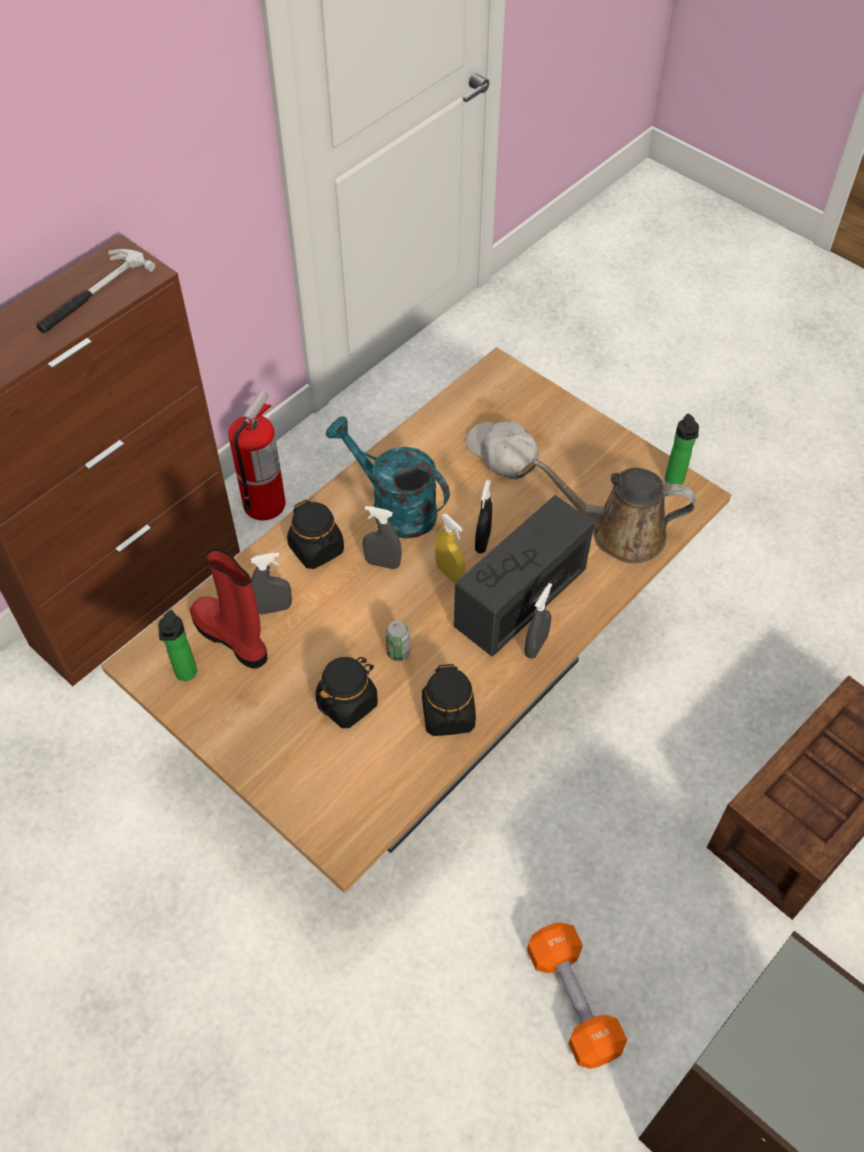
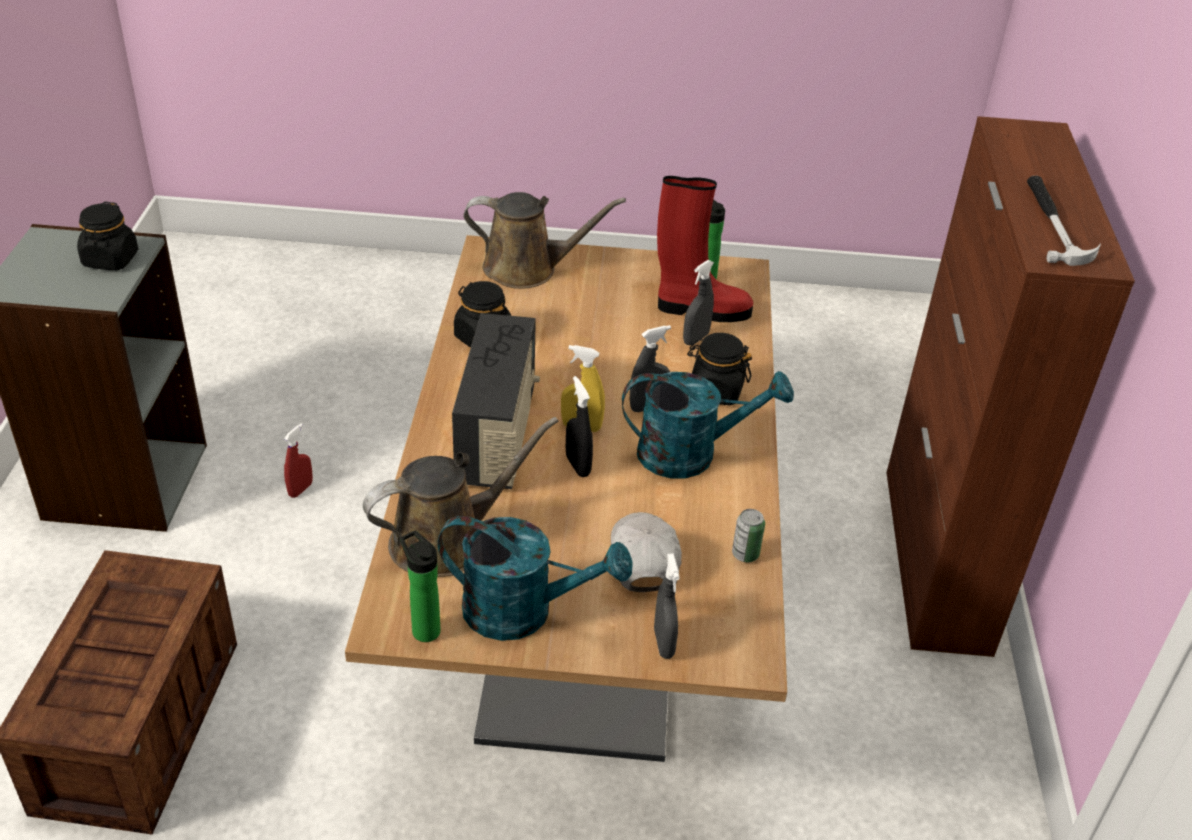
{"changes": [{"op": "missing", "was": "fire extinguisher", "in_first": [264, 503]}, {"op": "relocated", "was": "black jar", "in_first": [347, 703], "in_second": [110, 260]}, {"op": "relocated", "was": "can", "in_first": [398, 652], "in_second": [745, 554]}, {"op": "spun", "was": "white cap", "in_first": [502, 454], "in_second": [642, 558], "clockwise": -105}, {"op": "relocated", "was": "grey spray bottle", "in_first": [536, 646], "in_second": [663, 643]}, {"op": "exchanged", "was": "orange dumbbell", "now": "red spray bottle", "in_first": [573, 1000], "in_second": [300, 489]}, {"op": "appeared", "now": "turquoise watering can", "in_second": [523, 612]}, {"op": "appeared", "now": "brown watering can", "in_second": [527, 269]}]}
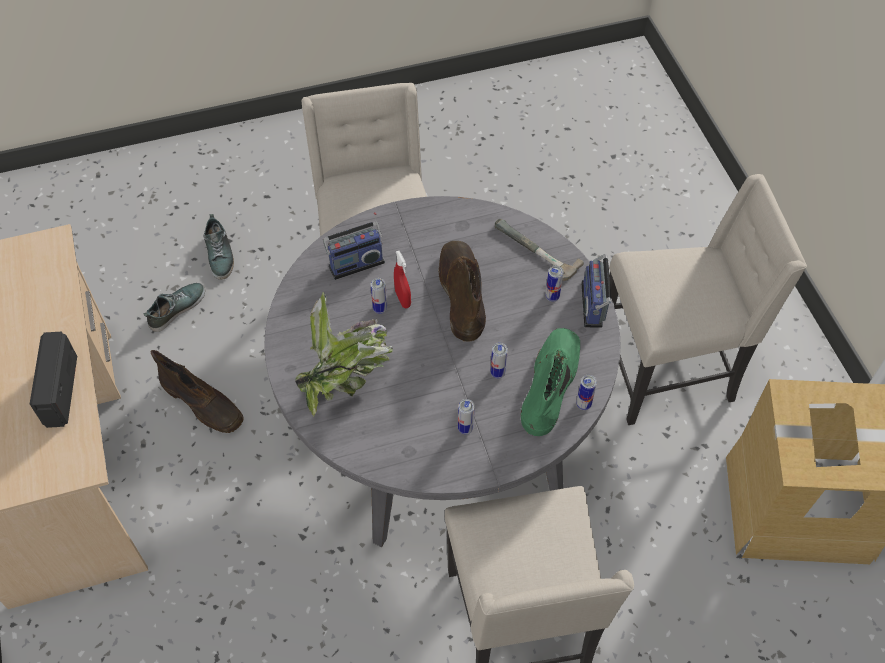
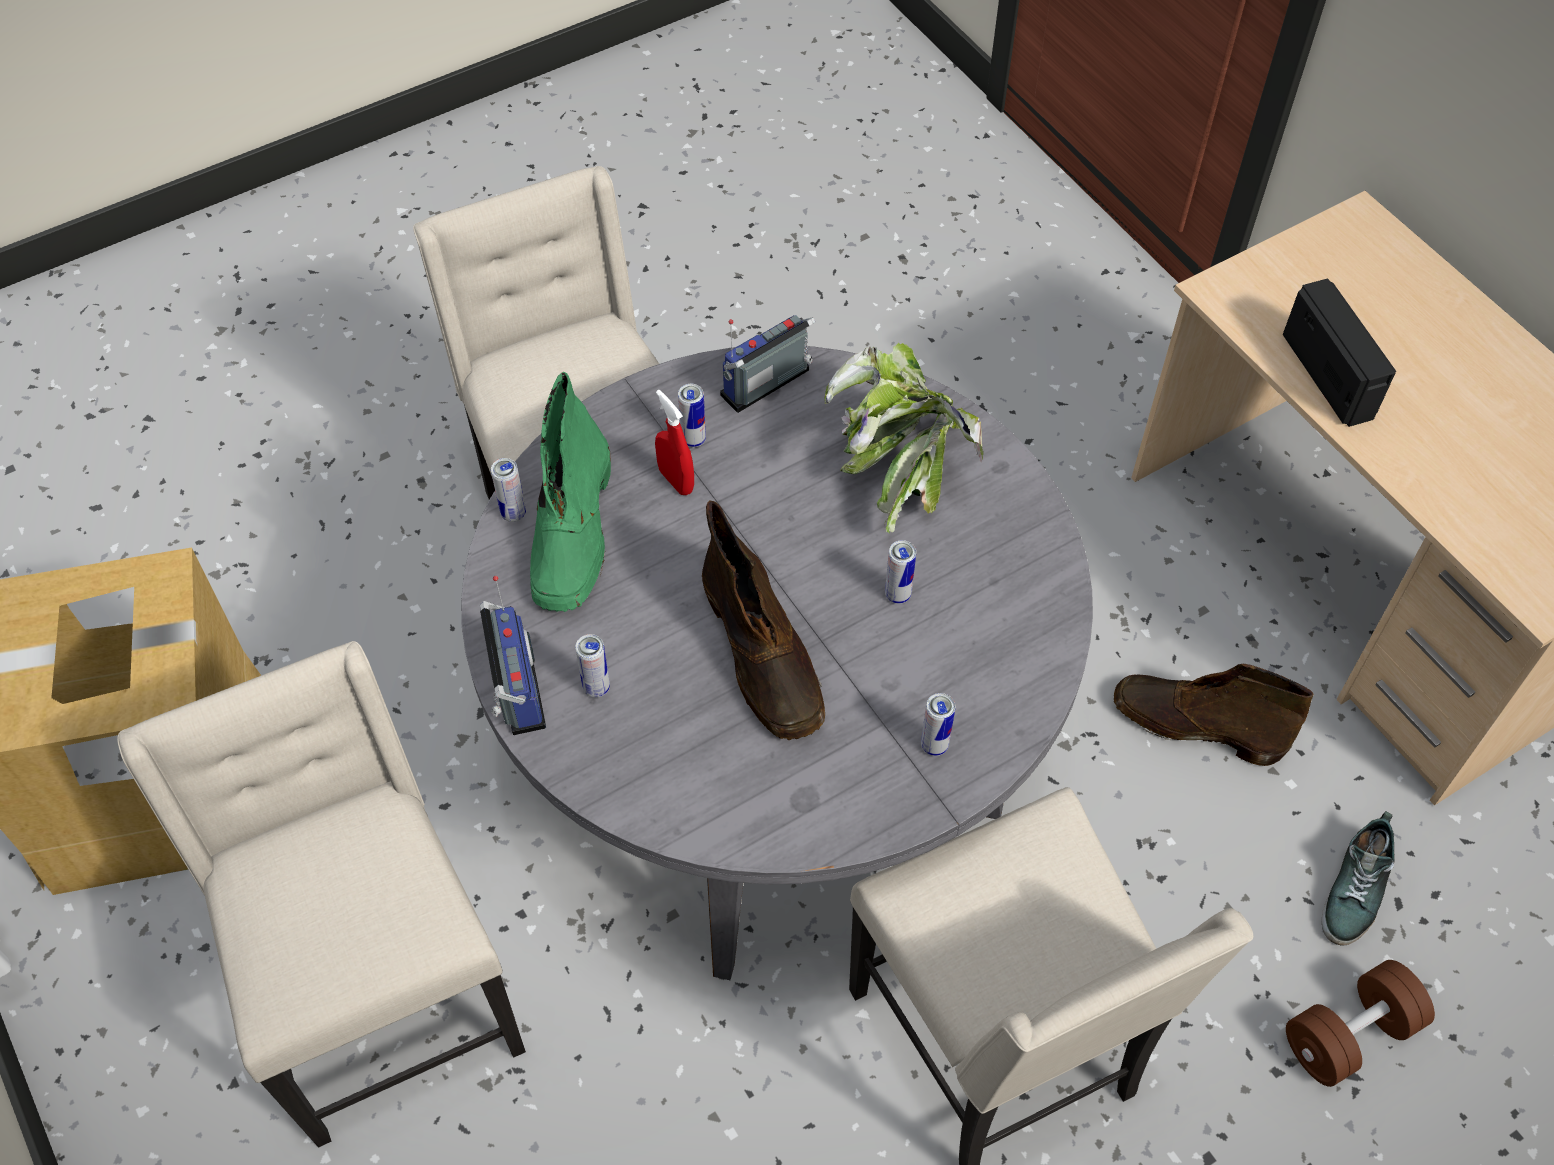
{"changes": [{"op": "exchanged", "was": "shoe", "now": "brown dumbbell", "in_first": [220, 255], "in_second": [1349, 1034]}, {"op": "relocated", "was": "radio", "in_first": [355, 263], "in_second": [768, 386]}, {"op": "relocated", "was": "red spray bottle", "in_first": [403, 299], "in_second": [676, 481]}, {"op": "relocated", "was": "can", "in_first": [497, 373], "in_second": [934, 745]}, {"op": "missing", "was": "hammer", "in_first": [531, 254]}, {"op": "spun", "was": "beige chair", "in_first": [668, 369], "in_second": [385, 997], "clockwise": 90}]}
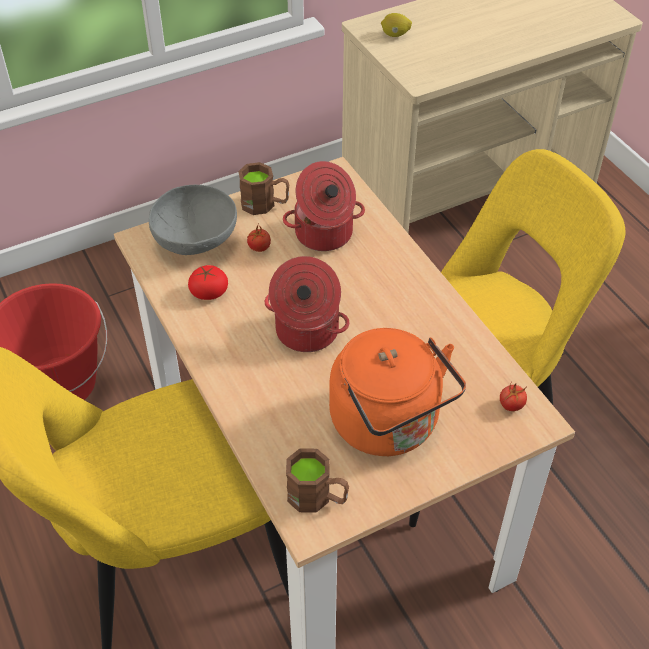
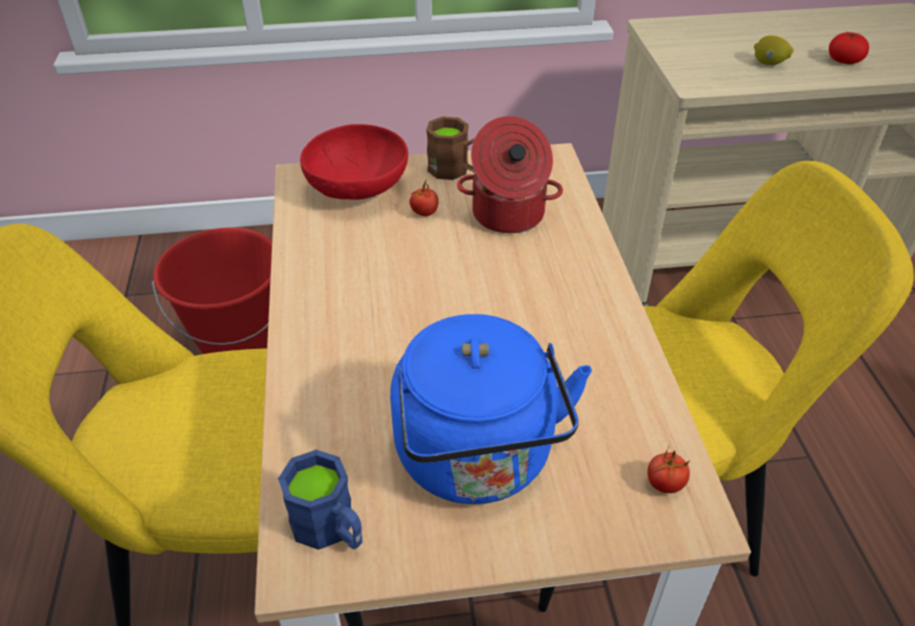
{"changes": [{"op": "colour", "was": "grey bowl", "now": "red bowl", "in_first": [196, 240], "in_second": [358, 190]}, {"op": "relocated", "was": "tomato", "in_first": [209, 292], "in_second": [844, 60]}, {"op": "missing", "was": "cooking pot", "in_first": [306, 332]}, {"op": "colour", "was": "brown mug", "now": "blue mug", "in_first": [317, 497], "in_second": [331, 529]}, {"op": "colour", "was": "orange kettle", "now": "blue kettle", "in_first": [389, 425], "in_second": [478, 461]}, {"op": "relocated", "was": "lemon", "in_first": [395, 35], "in_second": [768, 63]}]}
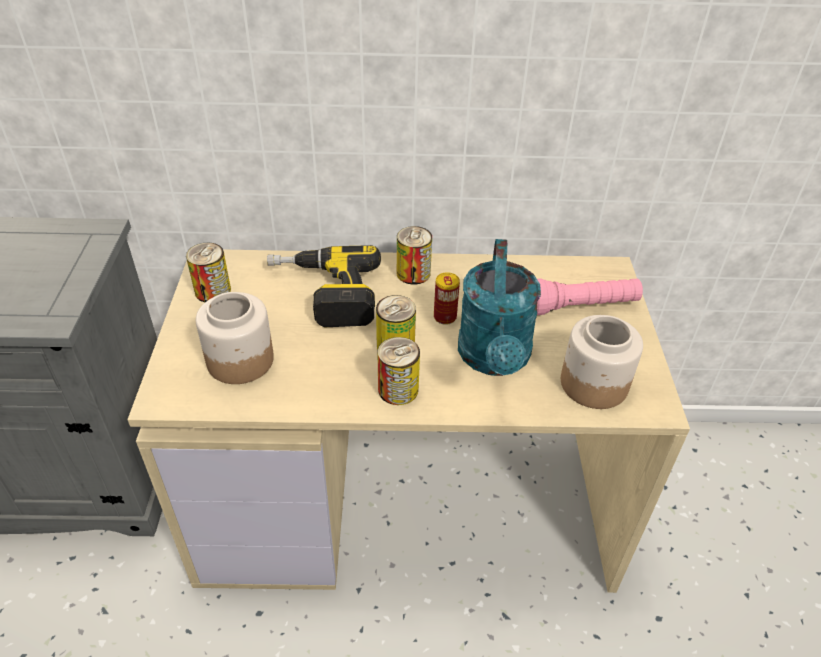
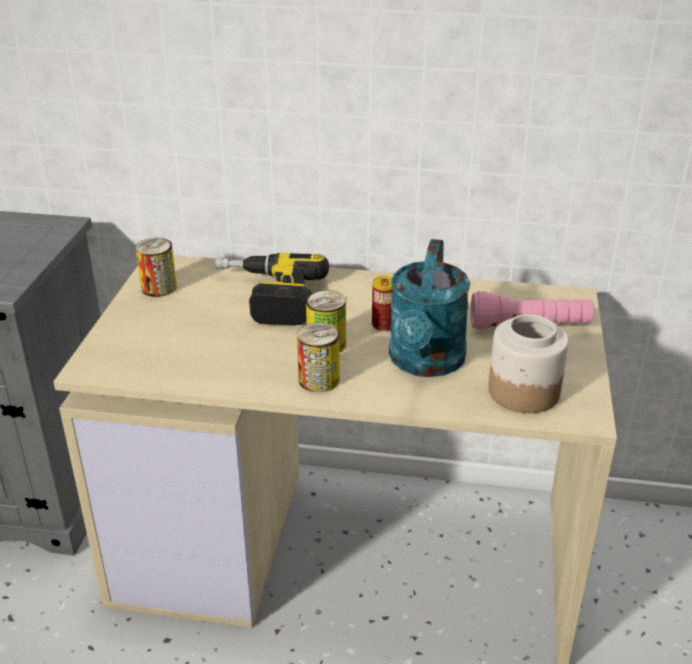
{"changes": [{"op": "missing", "was": "jar", "in_first": [239, 360]}, {"op": "missing", "was": "can", "in_first": [413, 273]}]}
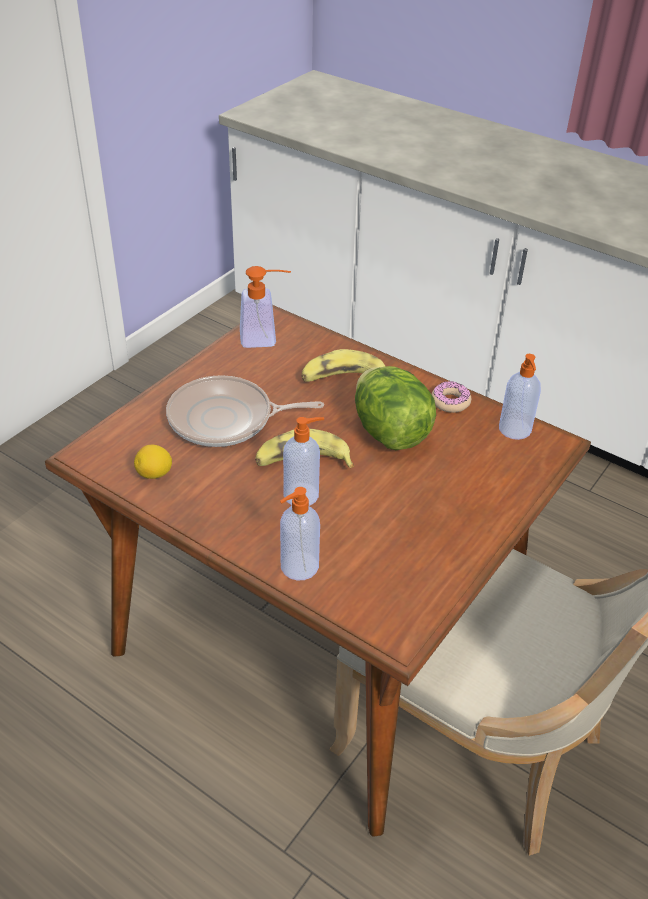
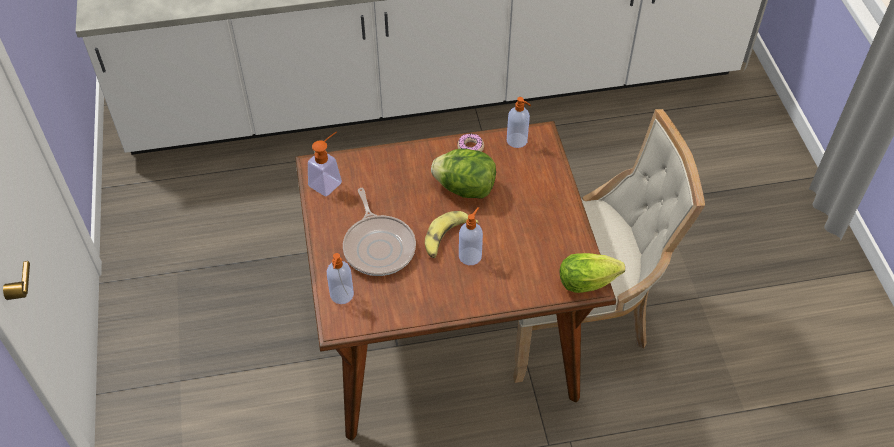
{"changes": [{"op": "missing", "was": "lemon", "in_first": [154, 474]}, {"op": "spun", "was": "frying pan", "in_first": [226, 419], "in_second": [379, 246], "clockwise": -60}, {"op": "relocated", "was": "soap dispenser", "in_first": [298, 567], "in_second": [341, 295]}, {"op": "missing", "was": "banana", "in_first": [343, 379]}, {"op": "appeared", "now": "lettuce", "in_second": [590, 282]}]}
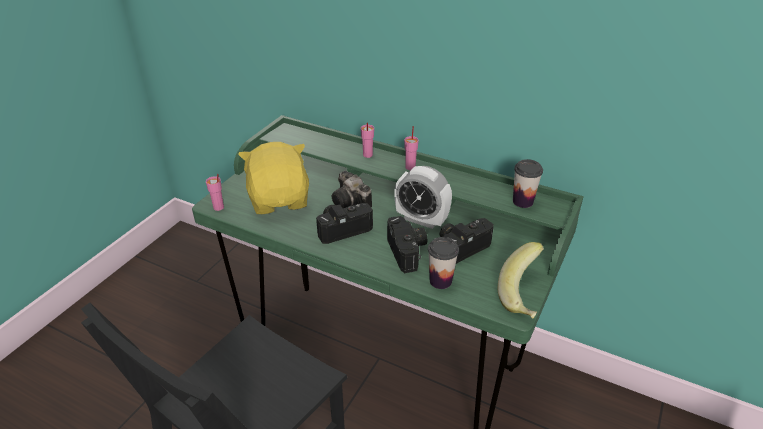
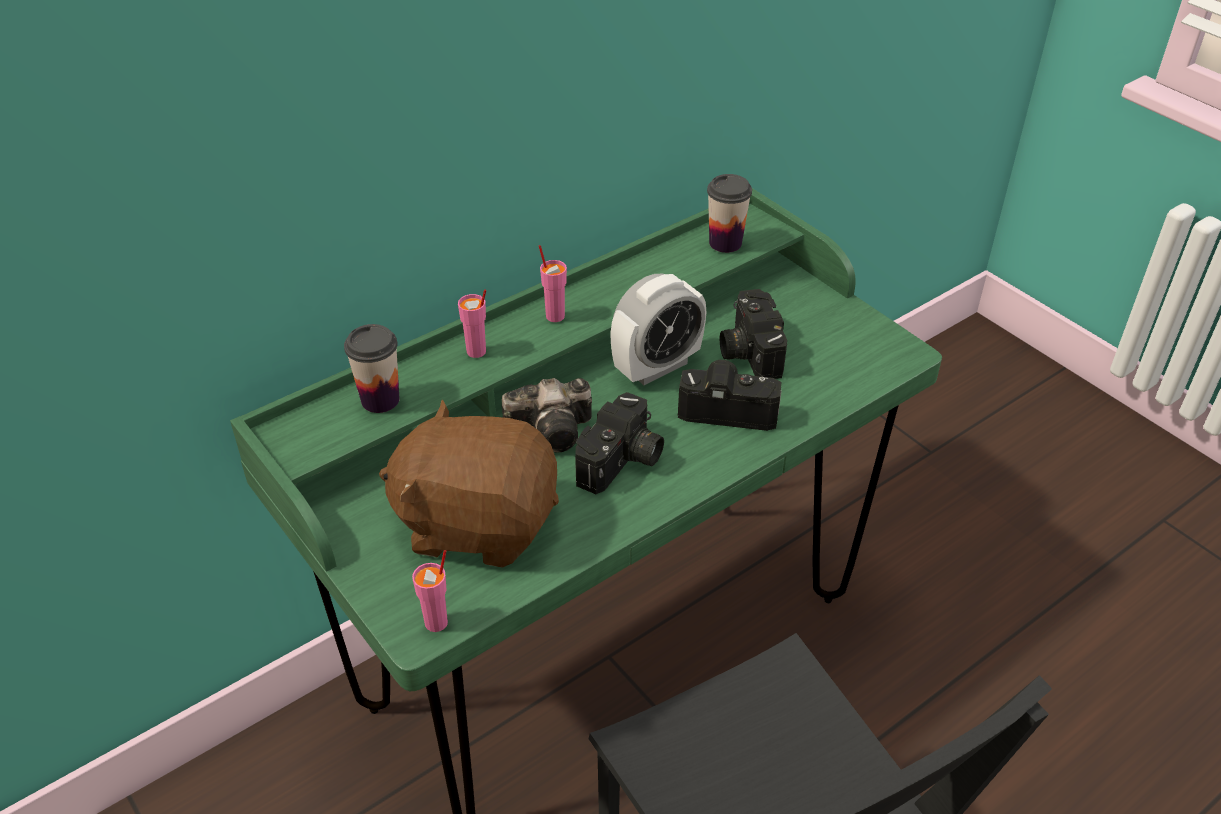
{"changes": [{"op": "colour", "was": "yellow plush toy", "now": "brown plush toy", "in_first": [280, 199], "in_second": [477, 522]}, {"op": "spun", "was": "photo camera", "in_first": [343, 228], "in_second": [622, 462], "clockwise": -150}, {"op": "relocated", "was": "cup", "in_first": [440, 281], "in_second": [380, 400]}, {"op": "missing", "was": "banana", "in_first": [525, 296]}]}
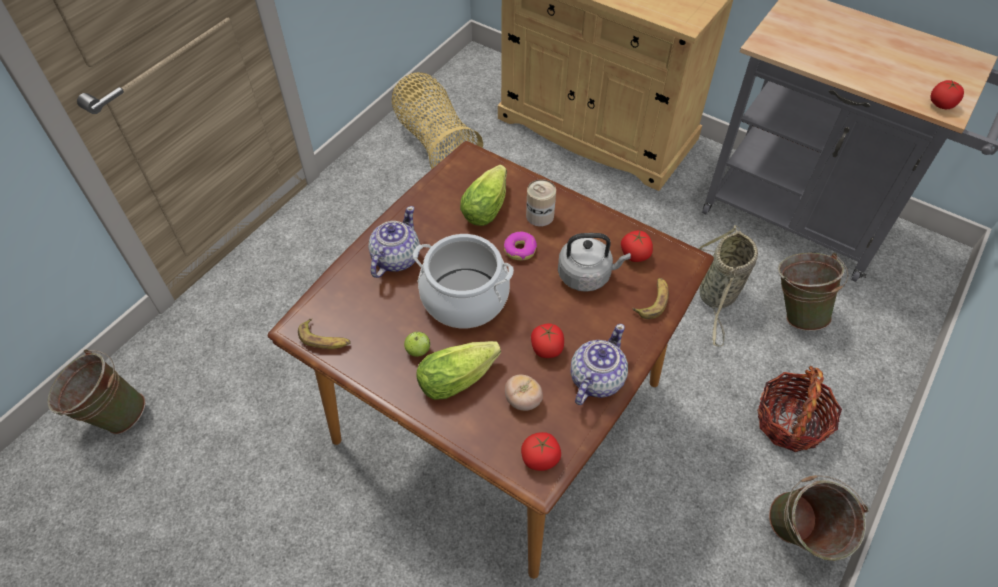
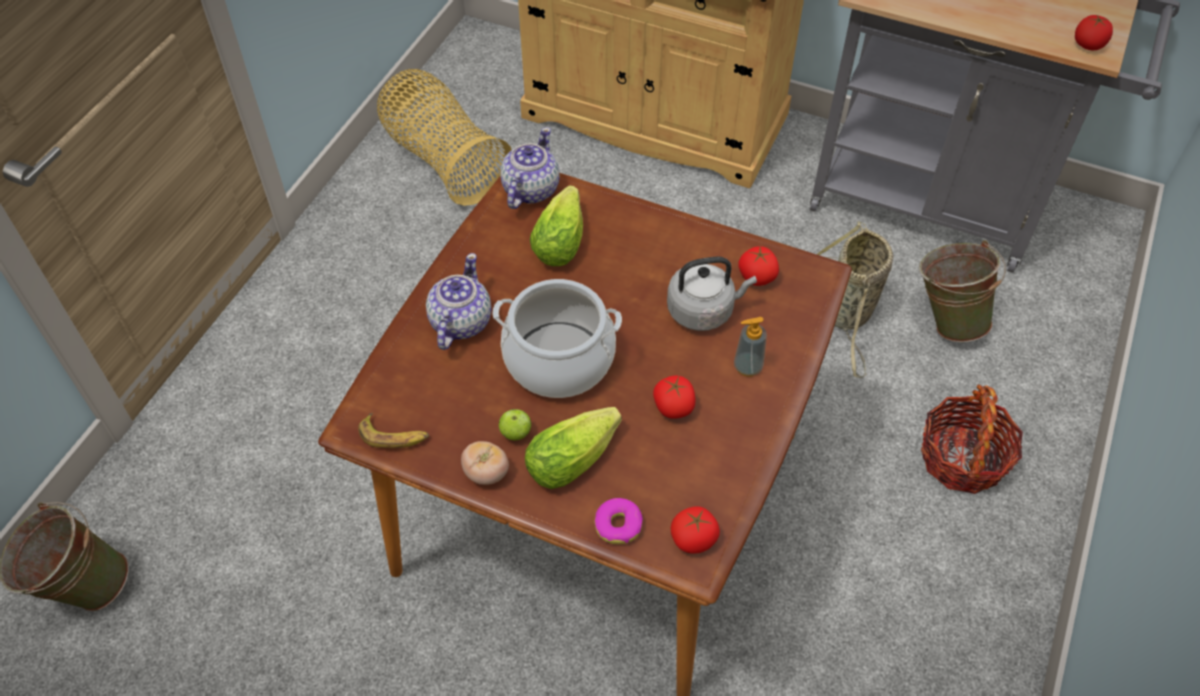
{"changes": [{"op": "relocated", "was": "donut", "in_first": [520, 249], "in_second": [618, 525]}, {"op": "relocated", "was": "tomato", "in_first": [523, 400], "in_second": [486, 473]}, {"op": "missing", "was": "can", "in_first": [540, 216]}, {"op": "relocated", "was": "teapot", "in_first": [595, 379], "in_second": [530, 190]}, {"op": "missing", "was": "banana", "in_first": [652, 301]}, {"op": "missing", "was": "green bucket", "in_first": [798, 539]}, {"op": "appeared", "now": "soap dispenser", "in_second": [747, 367]}]}
